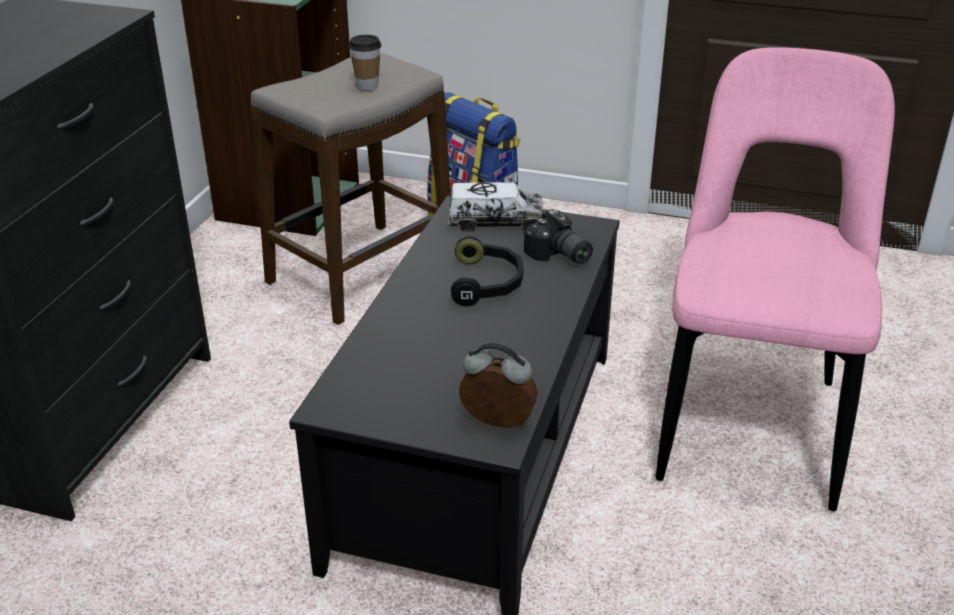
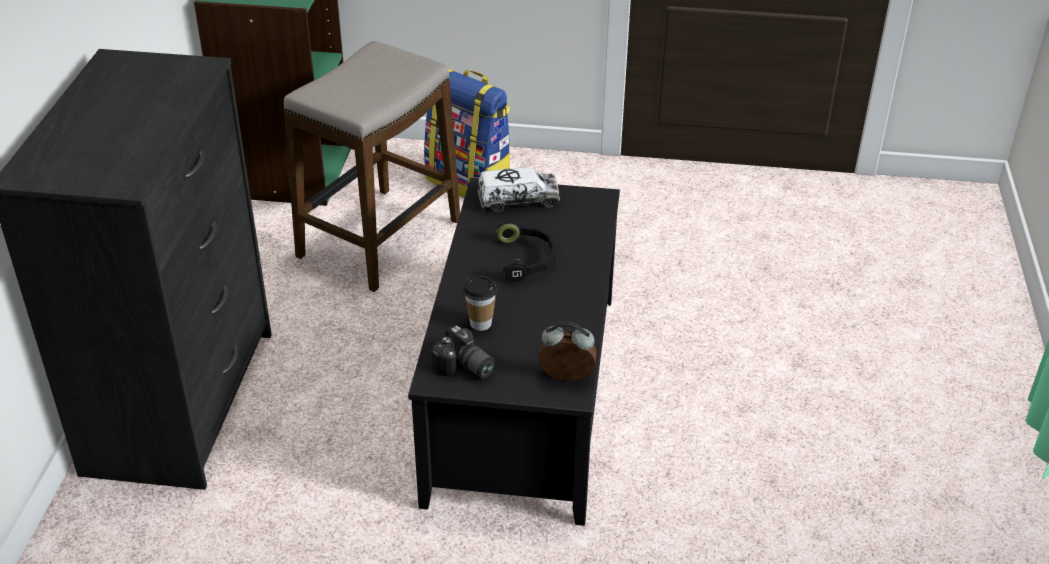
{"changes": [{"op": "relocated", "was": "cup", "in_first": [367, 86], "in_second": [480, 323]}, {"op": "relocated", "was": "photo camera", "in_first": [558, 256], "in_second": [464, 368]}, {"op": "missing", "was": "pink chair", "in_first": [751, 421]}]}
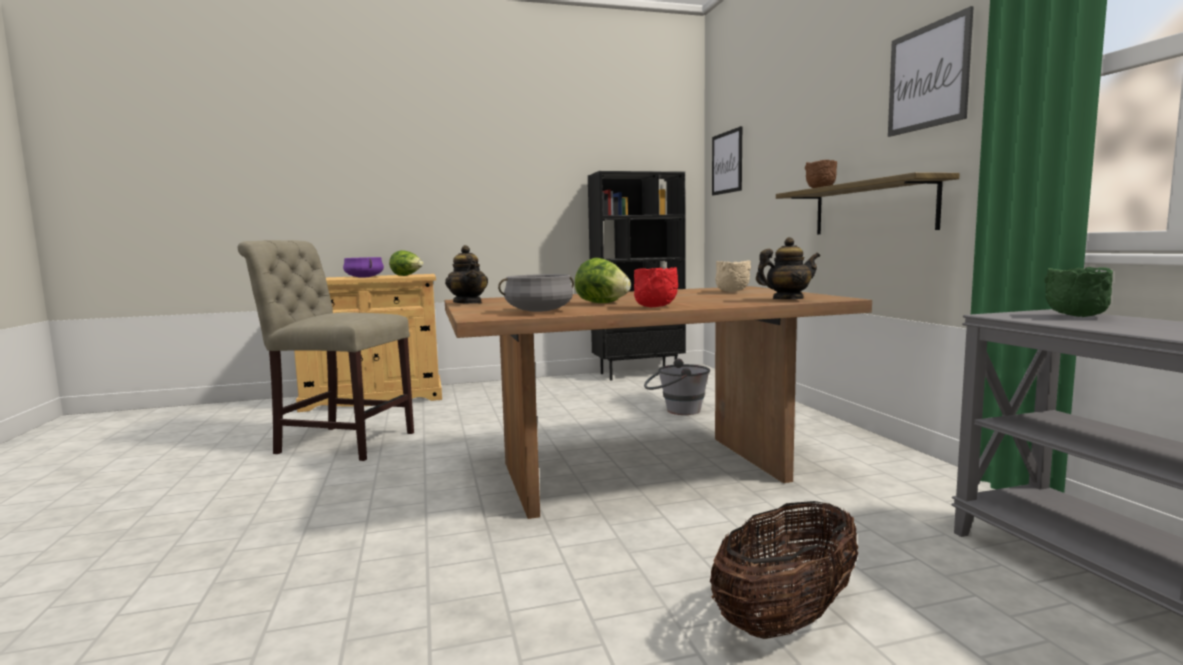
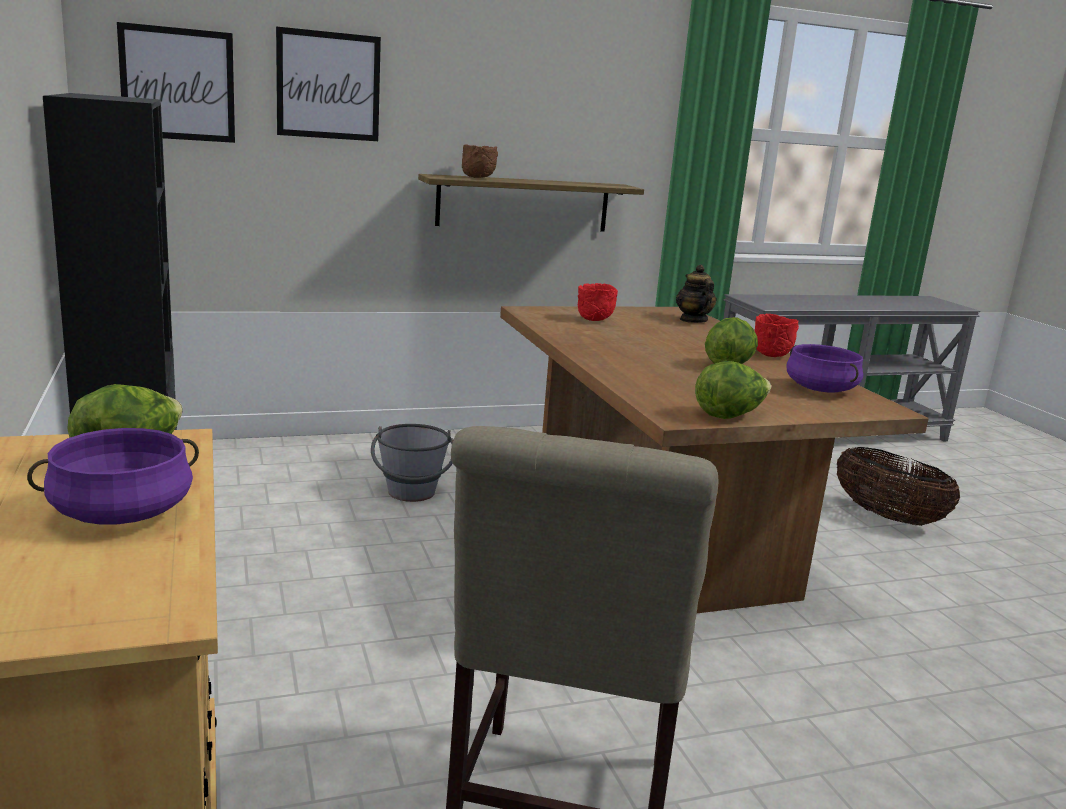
{"changes": [{"op": "exchanged", "was": "teapot", "now": "lettuce", "in_first": [468, 303], "in_second": [729, 415]}, {"op": "colour", "was": "grey cooking pot", "now": "purple cooking pot", "in_first": [539, 311], "in_second": [820, 389]}, {"op": "colour", "was": "beige bowl", "now": "red bowl", "in_first": [732, 292], "in_second": [595, 320]}, {"op": "relocated", "was": "picture", "in_first": [928, 77], "in_second": [328, 85]}, {"op": "missing", "was": "green bowl", "in_first": [1076, 316]}]}
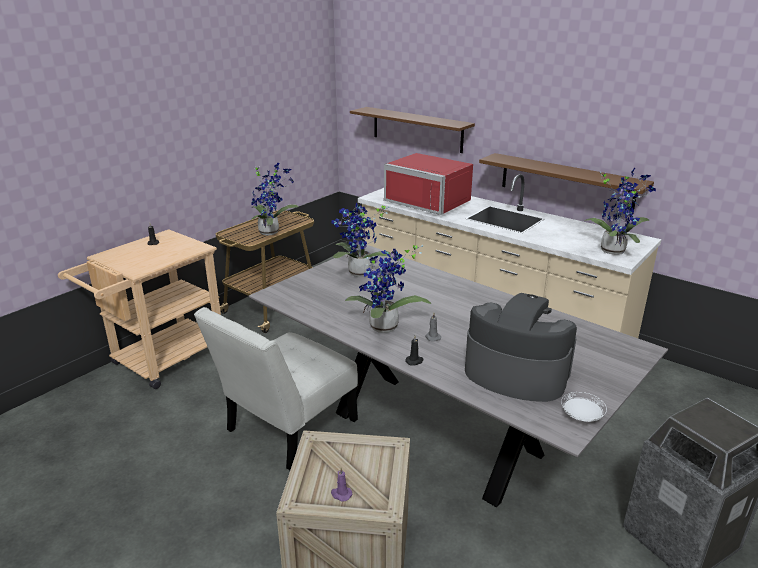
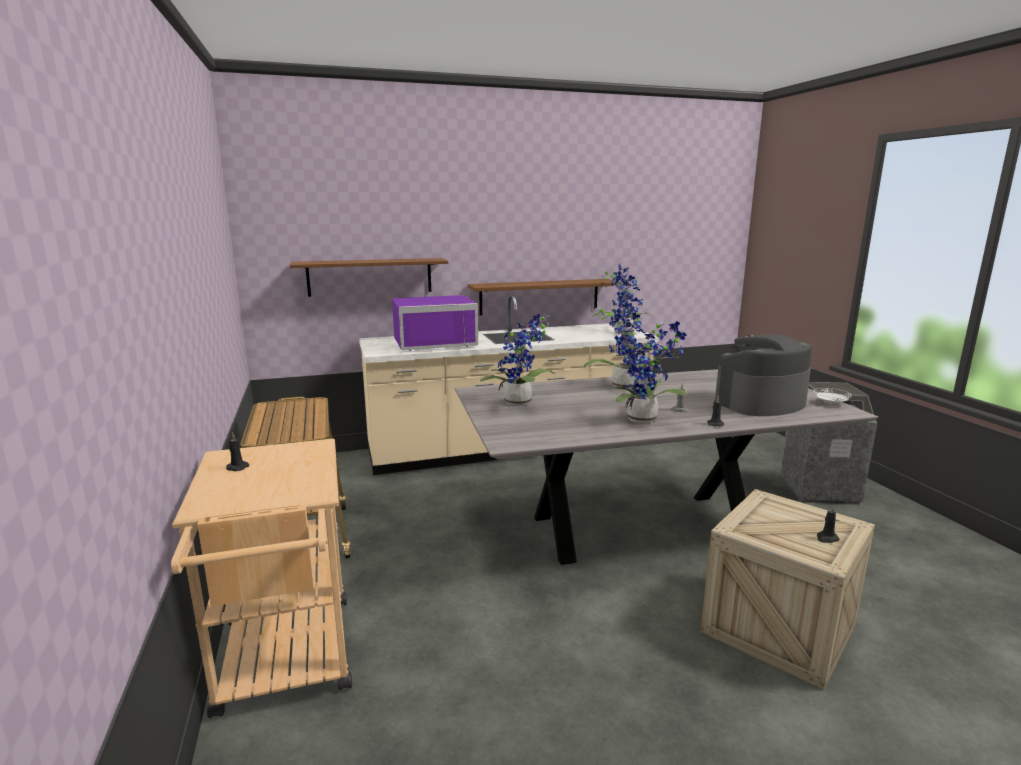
{"changes": [{"op": "missing", "was": "white chair", "in_first": [286, 429]}, {"op": "relocated", "was": "potted plant", "in_first": [271, 231], "in_second": [623, 385]}, {"op": "colour", "was": "purple candle", "now": "black candle", "in_first": [341, 494], "in_second": [826, 538]}, {"op": "colour", "was": "red microwave", "now": "purple microwave", "in_first": [431, 201], "in_second": [434, 342]}]}
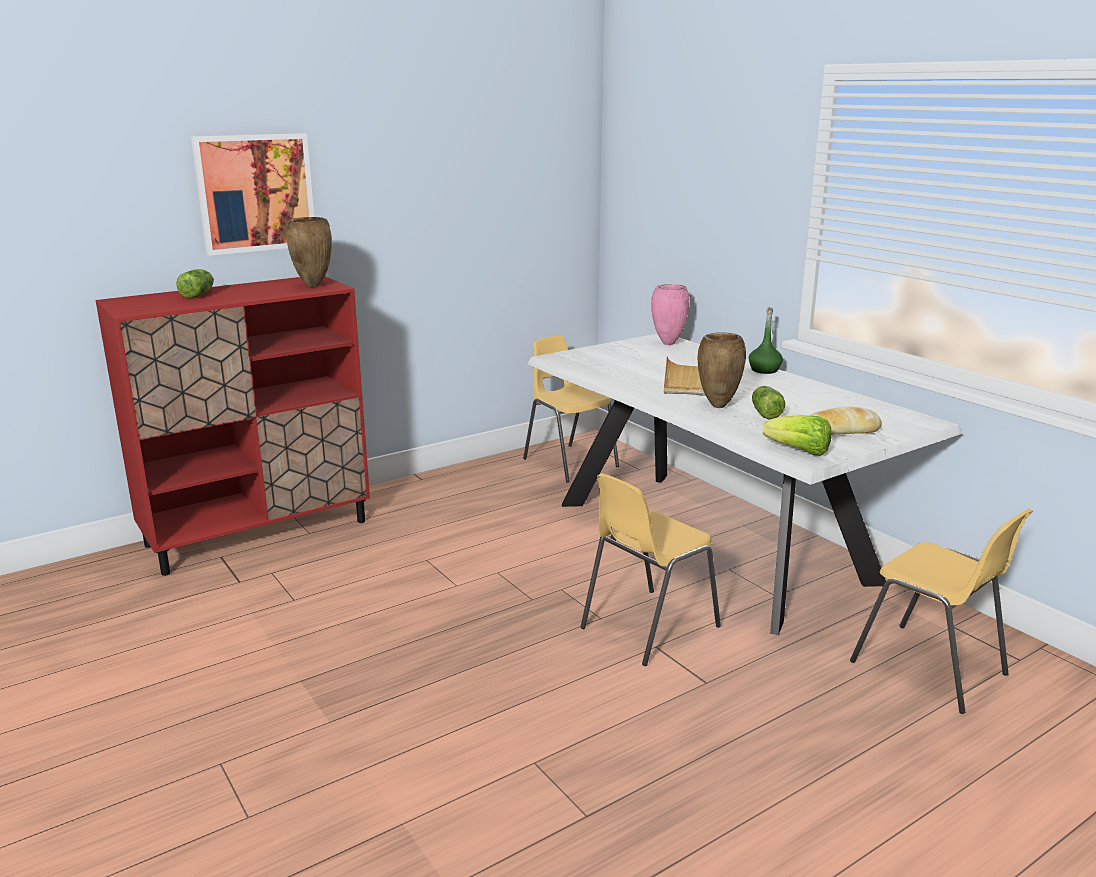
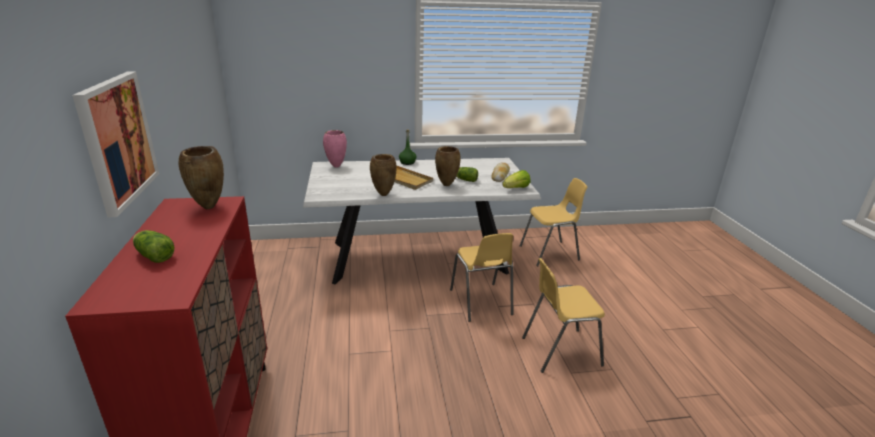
{"changes": [{"op": "relocated", "was": "yellow chair", "in_first": [569, 462], "in_second": [560, 351]}, {"op": "appeared", "now": "brown vase", "in_second": [383, 194]}]}
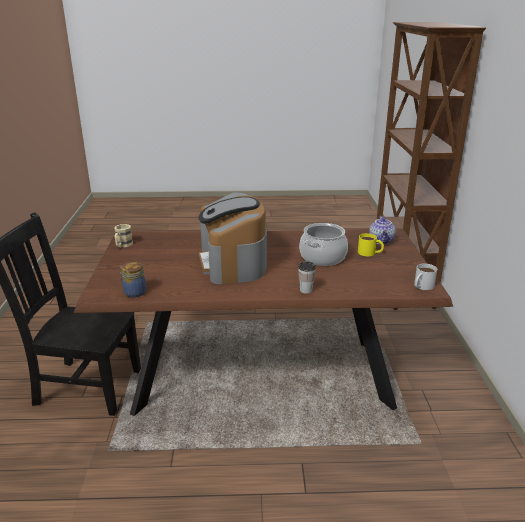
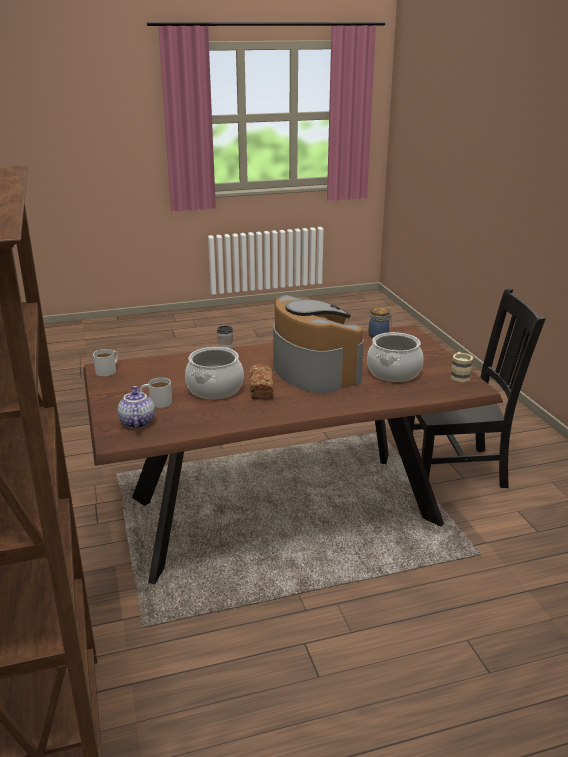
{"changes": [{"op": "colour", "was": "yellow mug", "now": "white mug", "in_first": [370, 253], "in_second": [156, 402]}, {"op": "appeared", "now": "bread", "in_second": [261, 390]}, {"op": "appeared", "now": "cooking pot", "in_second": [394, 372]}]}
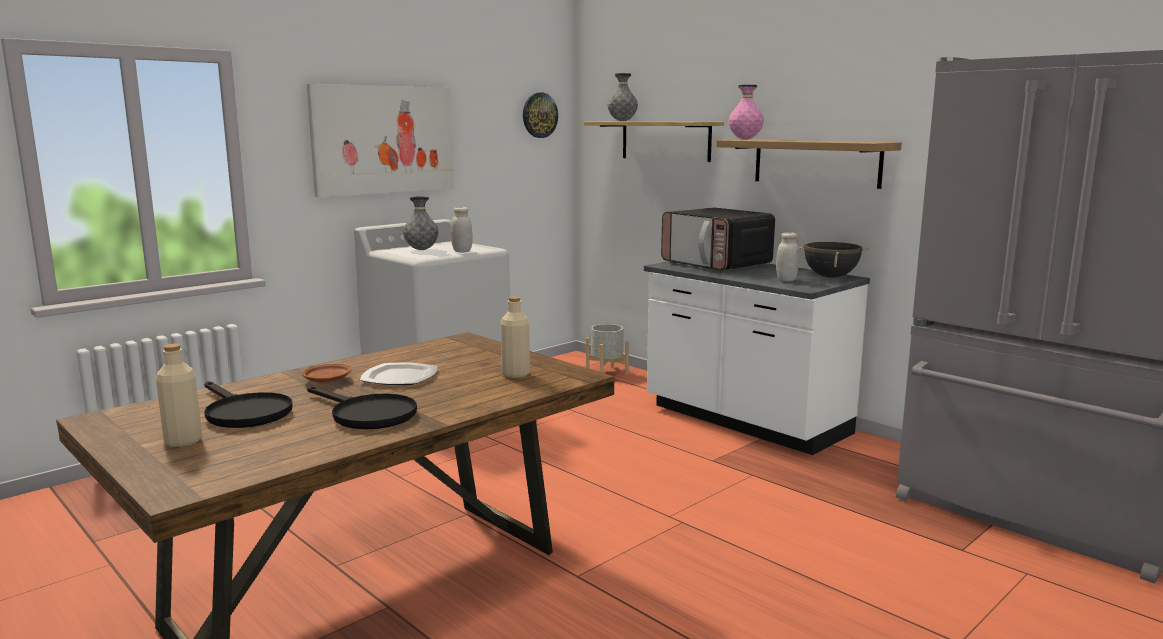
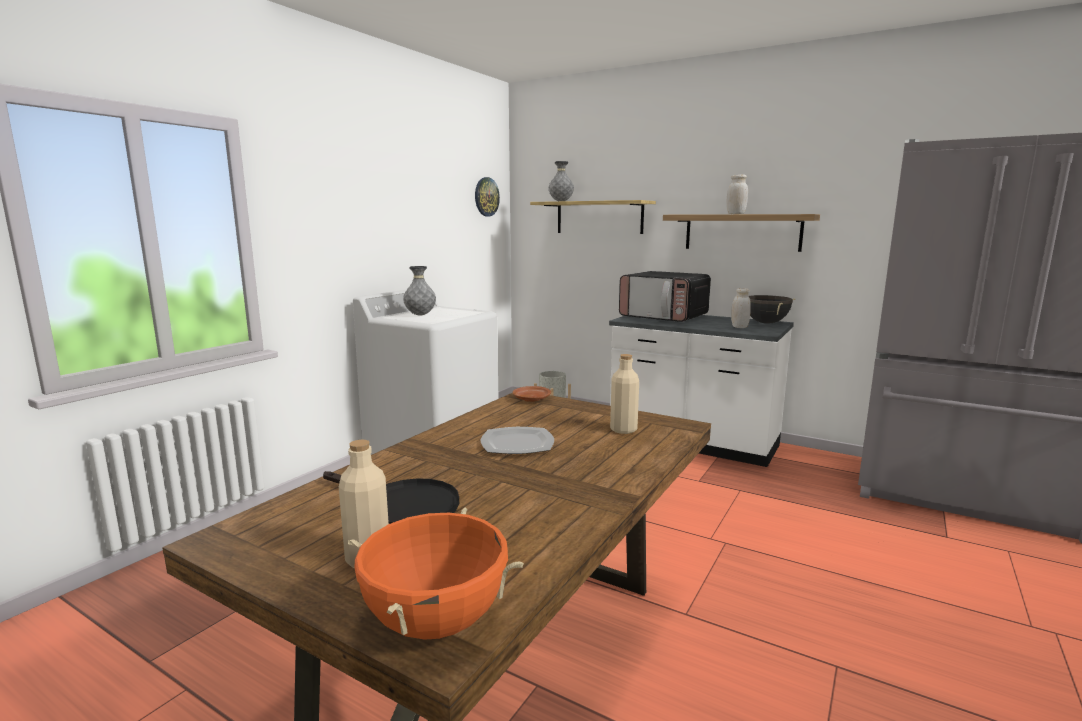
{"changes": [{"op": "relocated", "was": "brown plate", "in_first": [327, 380], "in_second": [531, 399]}, {"op": "missing", "was": "picture", "in_first": [383, 139]}, {"op": "missing", "was": "black frying pan", "in_first": [366, 414]}, {"op": "relocated", "was": "white jar", "in_first": [462, 251], "in_second": [735, 214]}, {"op": "missing", "was": "pink vase", "in_first": [745, 139]}, {"op": "appeared", "now": "orange cooking pot", "in_second": [436, 621]}]}
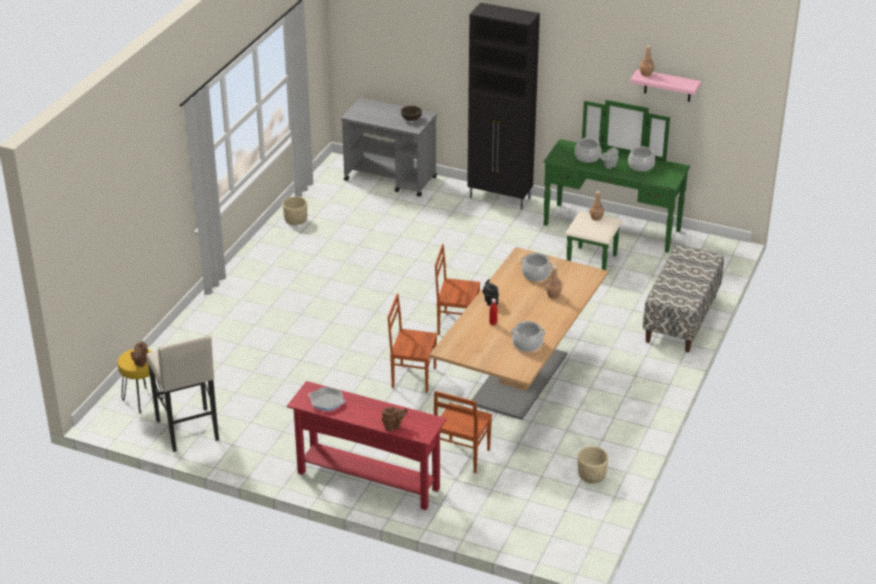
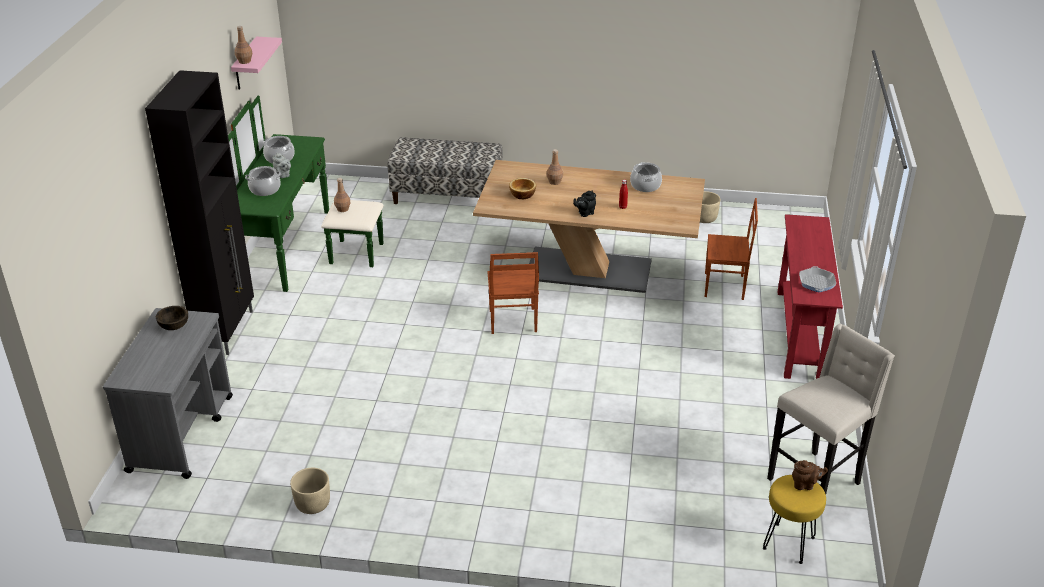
{"changes": [{"op": "missing", "was": "brown teapot", "in_first": [393, 426]}, {"op": "missing", "was": "brown chair", "in_first": [413, 377]}, {"op": "exchanged", "was": "cooking pot", "now": "bowl", "in_first": [536, 274], "in_second": [522, 194]}]}
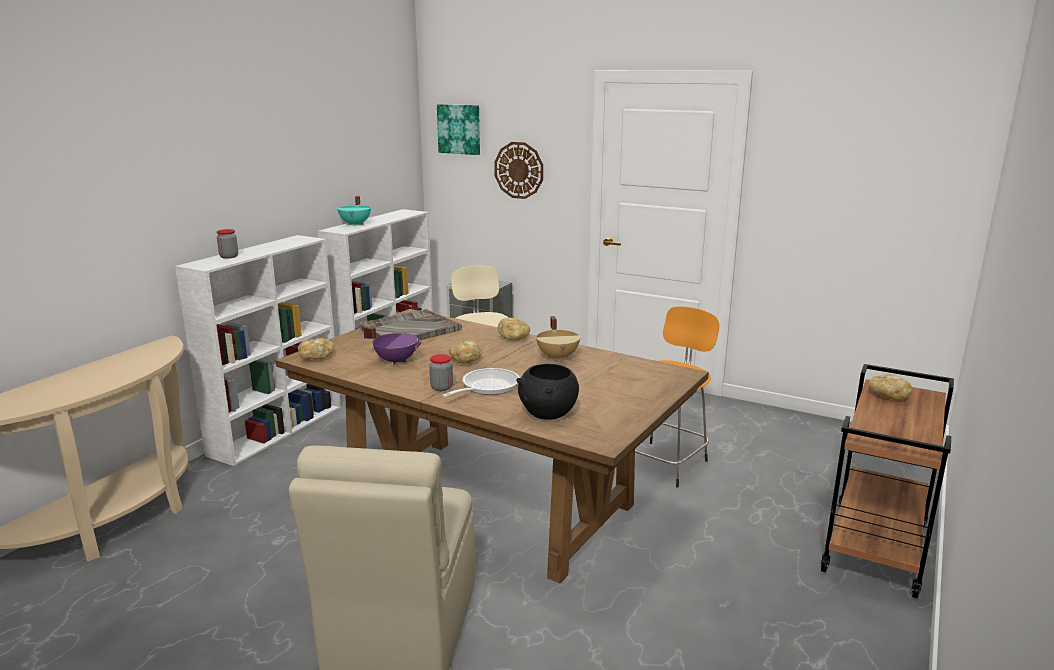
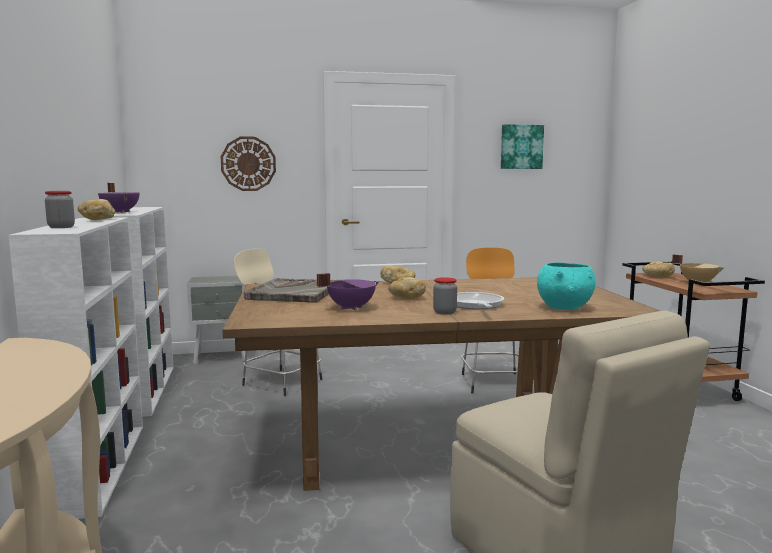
{"changes": [{"op": "relocated", "was": "bread", "in_first": [316, 357], "in_second": [97, 220]}, {"op": "colour", "was": "turquoise cooking pot", "now": "purple cooking pot", "in_first": [356, 224], "in_second": [121, 212]}, {"op": "relocated", "was": "picture", "in_first": [459, 129], "in_second": [521, 147]}, {"op": "colour", "was": "black bowl", "now": "turquoise bowl", "in_first": [548, 414], "in_second": [565, 308]}, {"op": "relocated", "was": "beige cooking pot", "in_first": [558, 357], "in_second": [697, 283]}]}
